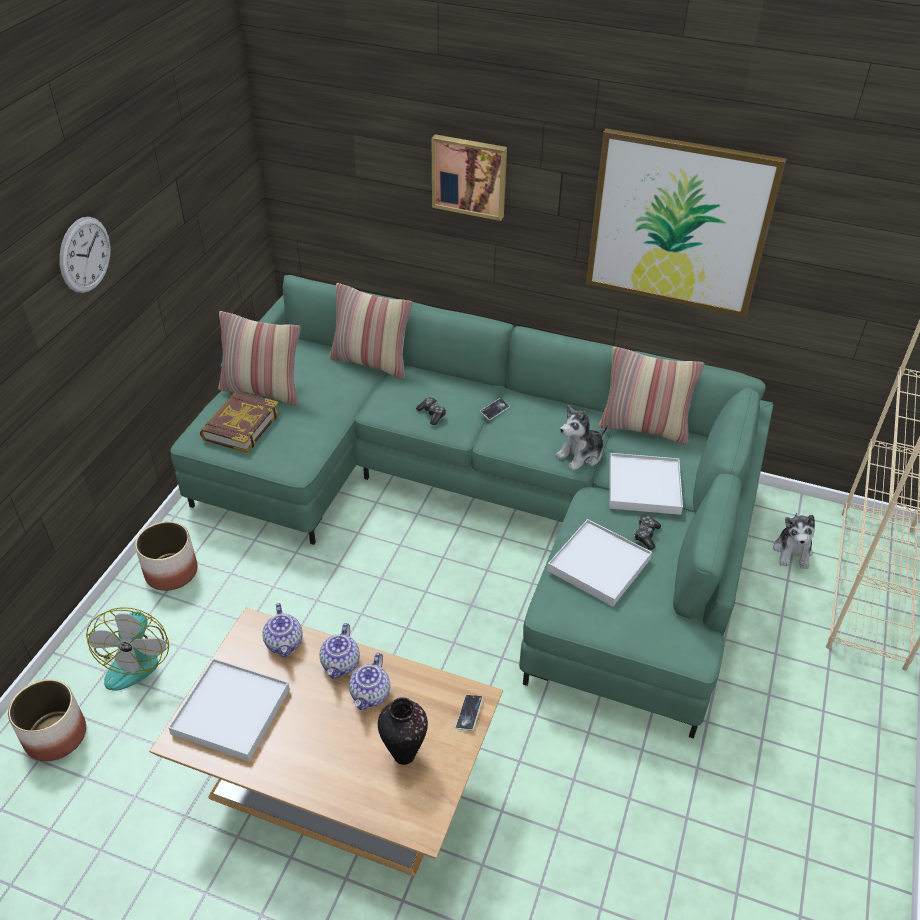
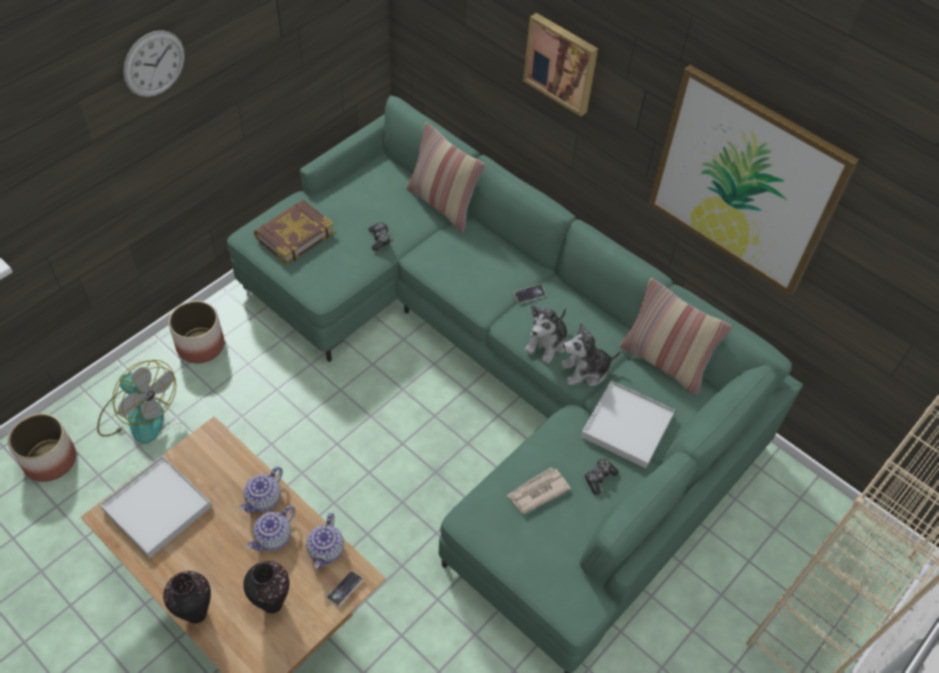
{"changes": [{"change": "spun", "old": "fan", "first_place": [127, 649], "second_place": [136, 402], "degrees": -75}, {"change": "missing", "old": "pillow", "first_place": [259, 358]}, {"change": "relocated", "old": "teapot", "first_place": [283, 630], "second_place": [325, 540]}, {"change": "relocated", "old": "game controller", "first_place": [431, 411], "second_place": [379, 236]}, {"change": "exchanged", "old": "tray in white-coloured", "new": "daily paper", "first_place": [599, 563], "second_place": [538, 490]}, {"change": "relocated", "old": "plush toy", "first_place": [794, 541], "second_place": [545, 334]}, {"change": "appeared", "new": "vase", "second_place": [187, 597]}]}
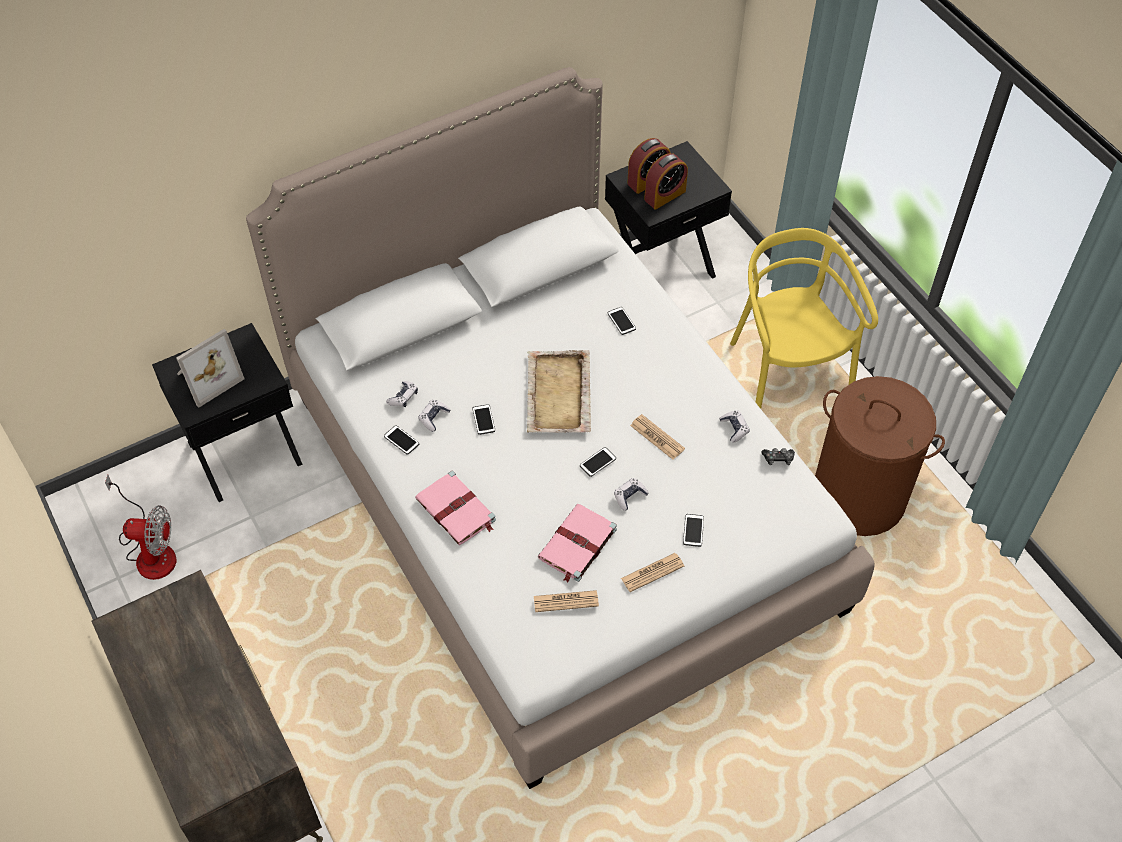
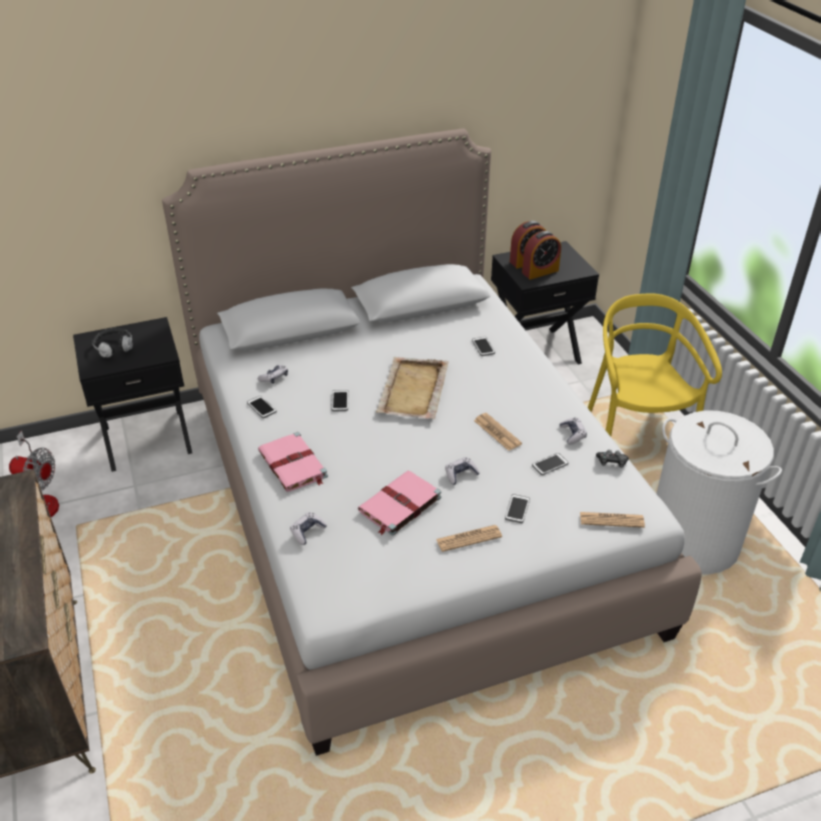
{"changes": [{"change": "exchanged", "old": "standing frame", "new": "pair of headphones", "first_place": [210, 368], "second_place": [112, 343]}, {"change": "relocated", "old": "game controller", "first_place": [434, 416], "second_place": [308, 528]}, {"change": "relocated", "old": "daily paper", "first_place": [566, 601], "second_place": [612, 520]}, {"change": "relocated", "old": "phone", "first_place": [598, 462], "second_place": [550, 464]}, {"change": "colour", "old": "laundry basket in brownish", "new": "laundry basket in white-coloured", "first_place": [880, 456], "second_place": [719, 492]}]}
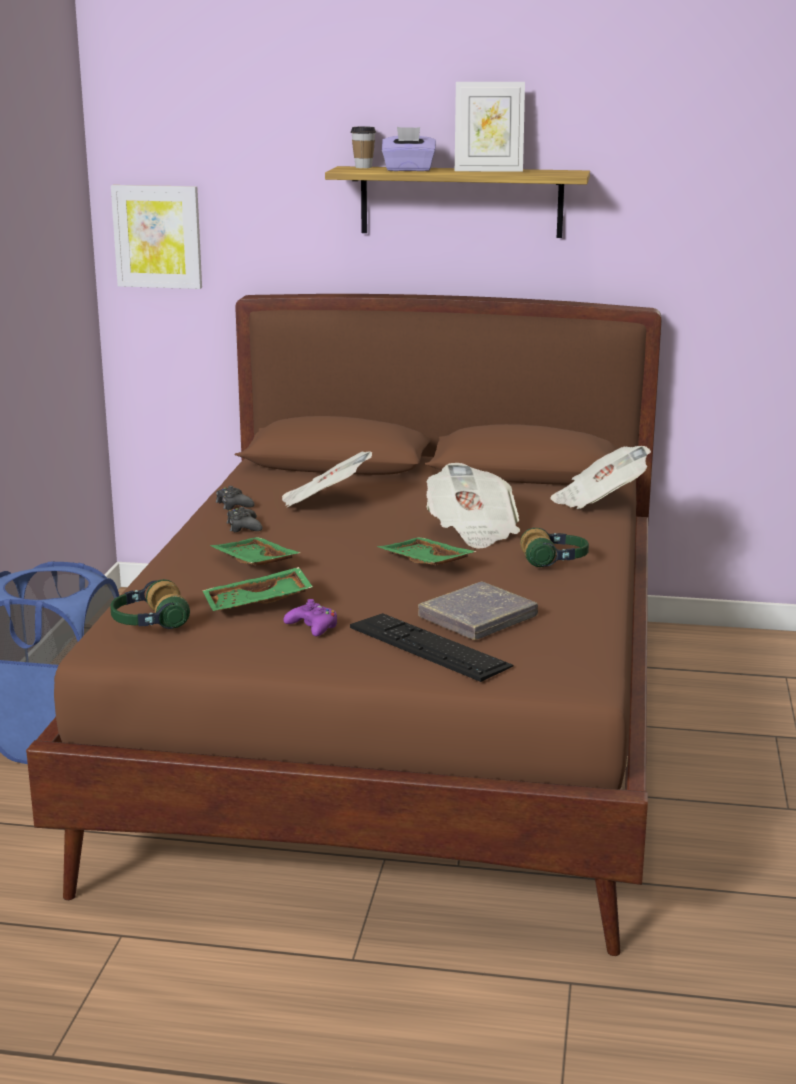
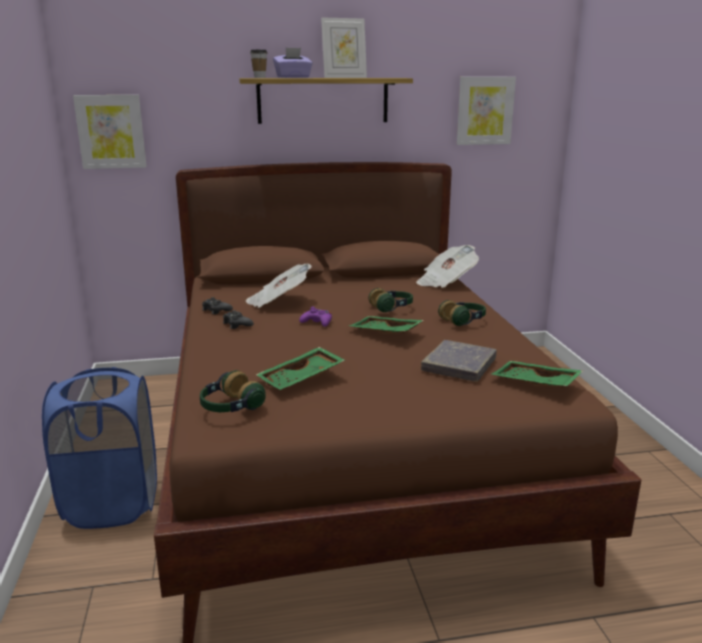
{"changes": [{"change": "relocated", "old": "tray in green", "first_place": [255, 551], "second_place": [537, 374]}, {"change": "relocated", "old": "game controller in purple-coloured", "first_place": [310, 617], "second_place": [315, 317]}, {"change": "missing", "old": "PC keyboard", "first_place": [431, 647]}, {"change": "exchanged", "old": "daily paper", "new": "pair of headphones", "first_place": [473, 506], "second_place": [391, 300]}, {"change": "appeared", "new": "wall art", "second_place": [486, 111]}]}
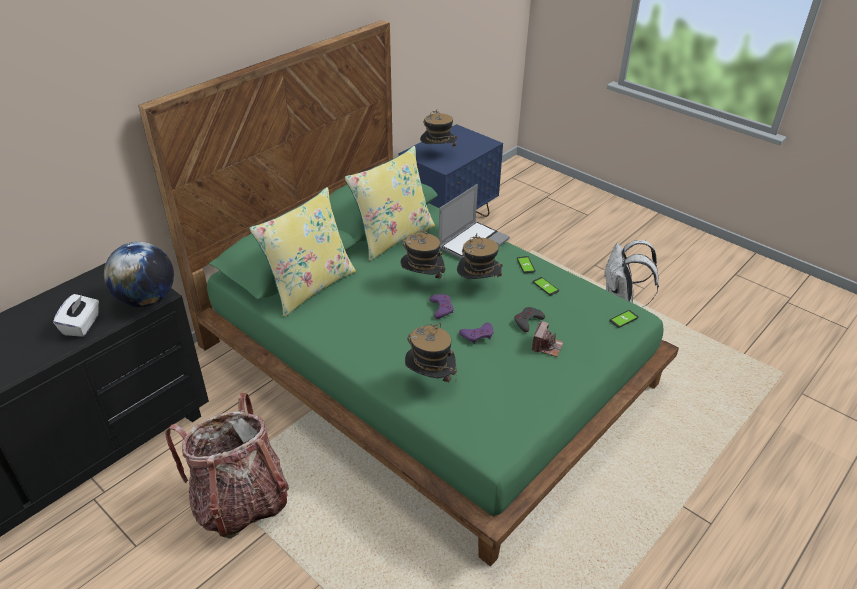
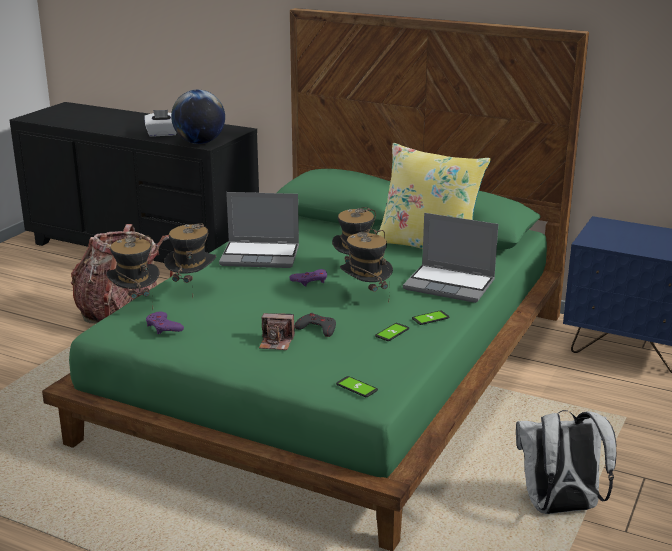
{"changes": [{"change": "missing", "old": "pillow in yellowish", "first_place": [302, 252]}, {"change": "relocated", "old": "hat", "first_place": [439, 128], "second_place": [133, 271]}, {"change": "relocated", "old": "game controller in purple-coloured", "first_place": [476, 333], "second_place": [165, 323]}, {"change": "appeared", "new": "portable computer", "second_place": [259, 230]}]}
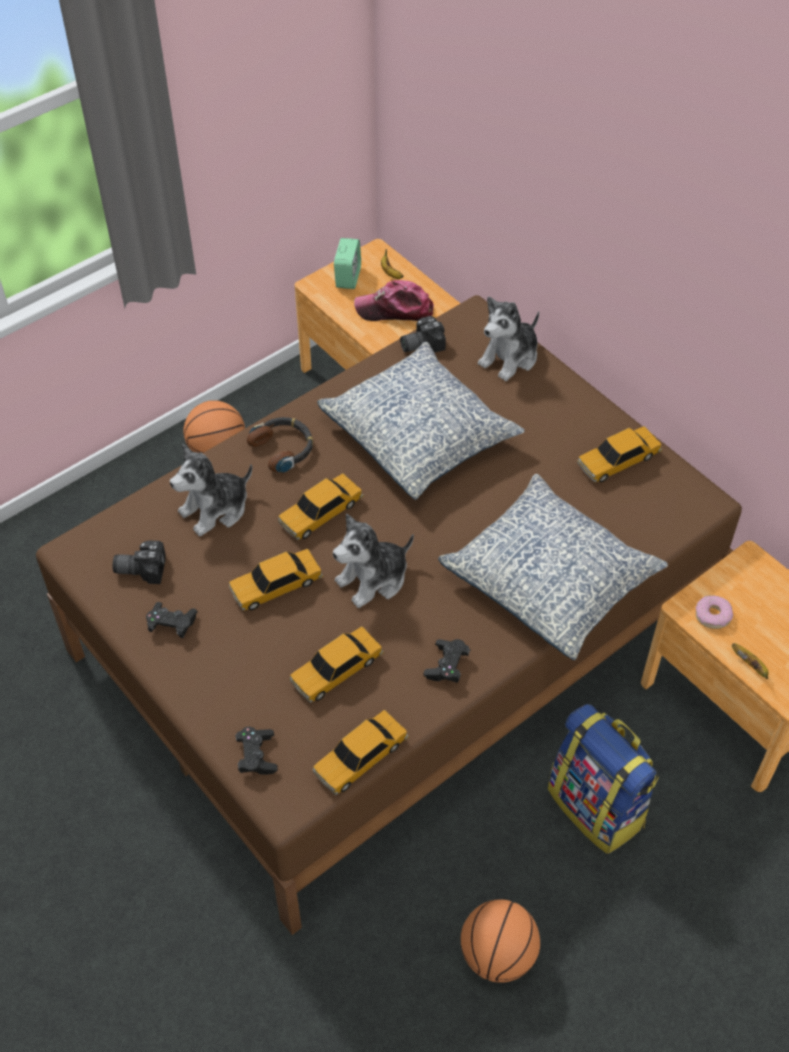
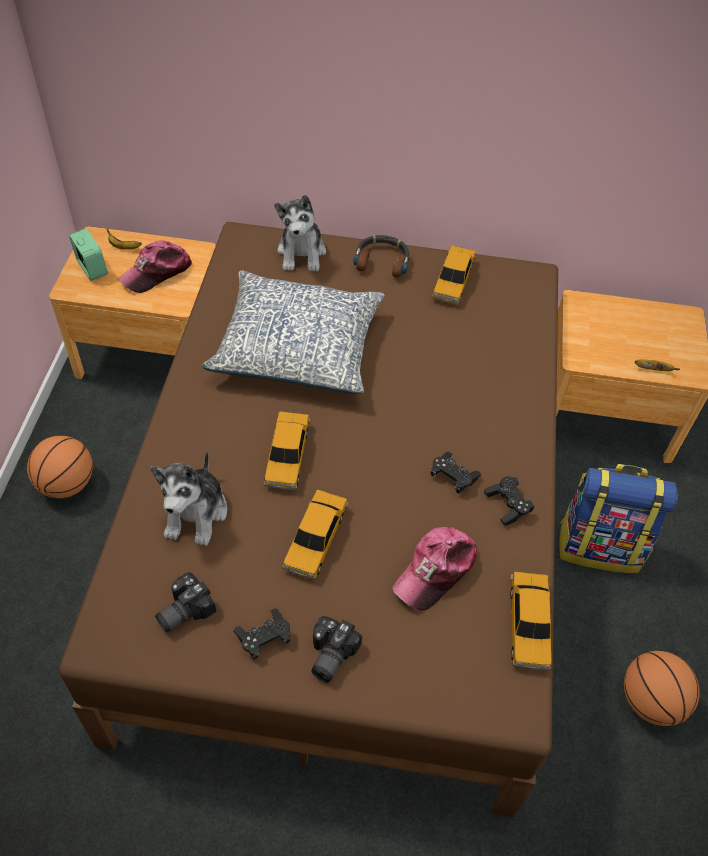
{"changes": [{"change": "relocated", "old": "game controller in blackish", "first_place": [256, 751], "second_place": [455, 473]}, {"change": "relocated", "old": "pair of headphones", "first_place": [280, 444], "second_place": [381, 256]}, {"change": "exchanged", "old": "model car", "new": "cap", "first_place": [337, 665], "second_place": [435, 568]}, {"change": "missing", "old": "plush toy", "first_place": [373, 561]}, {"change": "relocated", "old": "photo camera", "first_place": [423, 334], "second_place": [337, 649]}, {"change": "missing", "old": "pillow", "first_place": [553, 567]}, {"change": "missing", "old": "ring doughnut", "first_place": [714, 612]}]}
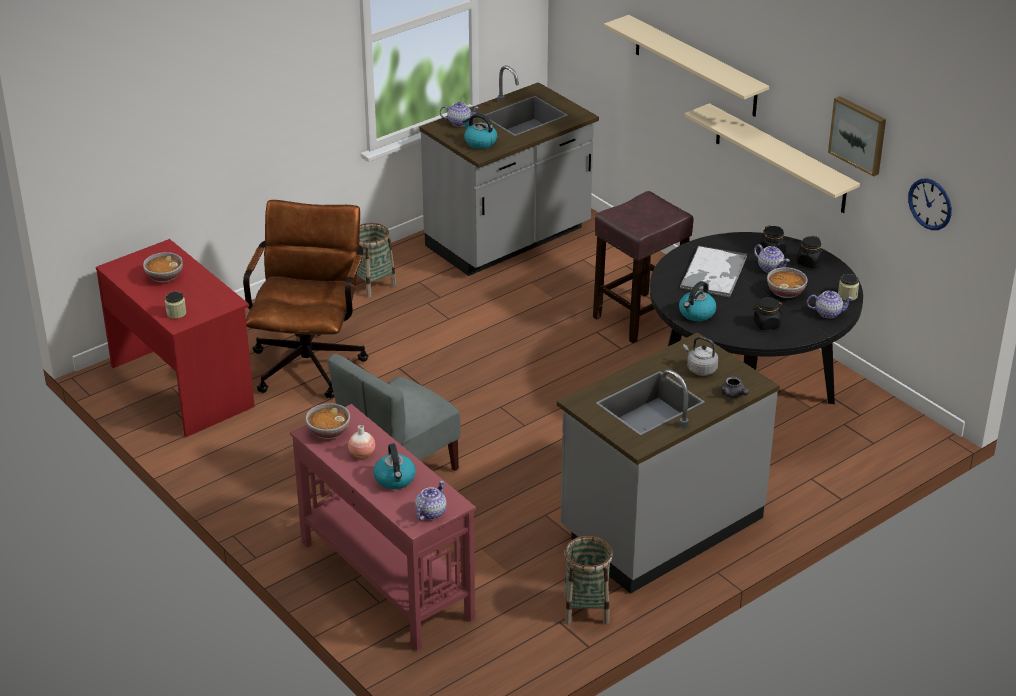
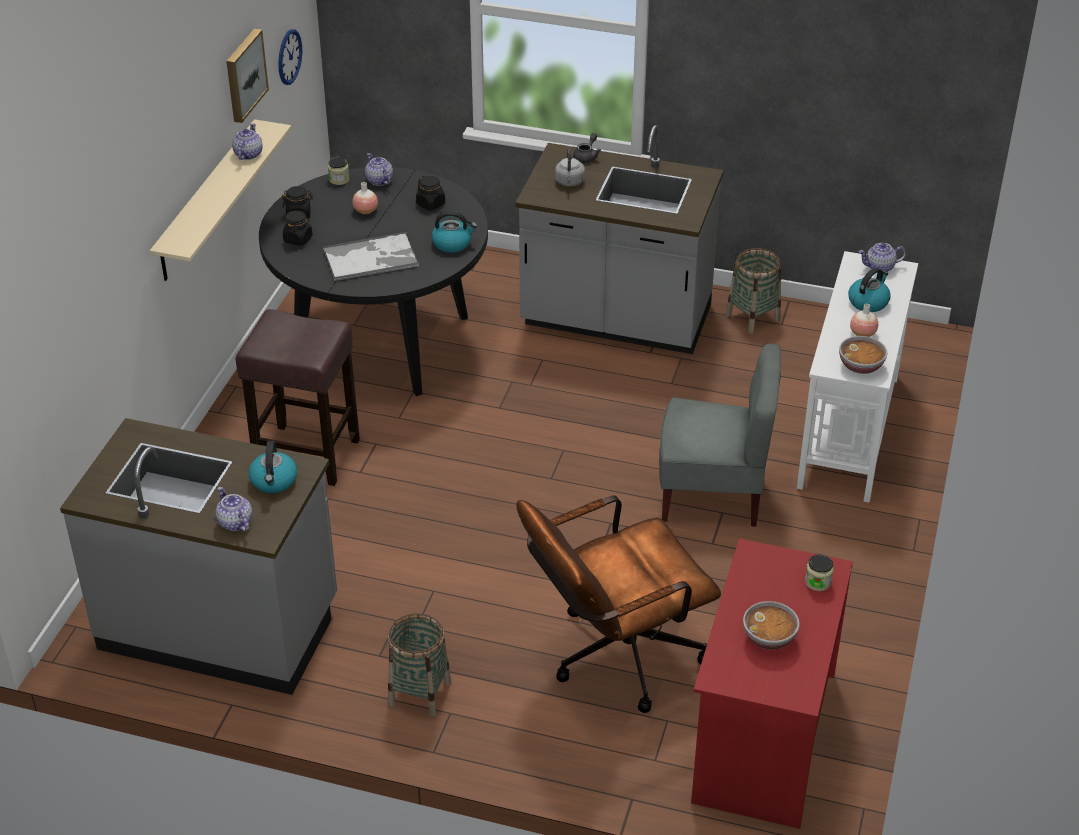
{"changes": [{"change": "colour", "old": "console table in red", "new": "console table in white-coloured", "first_place": [383, 527], "second_place": [857, 377]}, {"change": "missing", "old": "wall shelf in beige-coloured", "first_place": [686, 66]}, {"change": "relocated", "old": "teapot", "first_place": [772, 258], "second_place": [247, 141]}, {"change": "exchanged", "old": "deep dish", "new": "vase", "first_place": [787, 282], "second_place": [365, 198]}]}
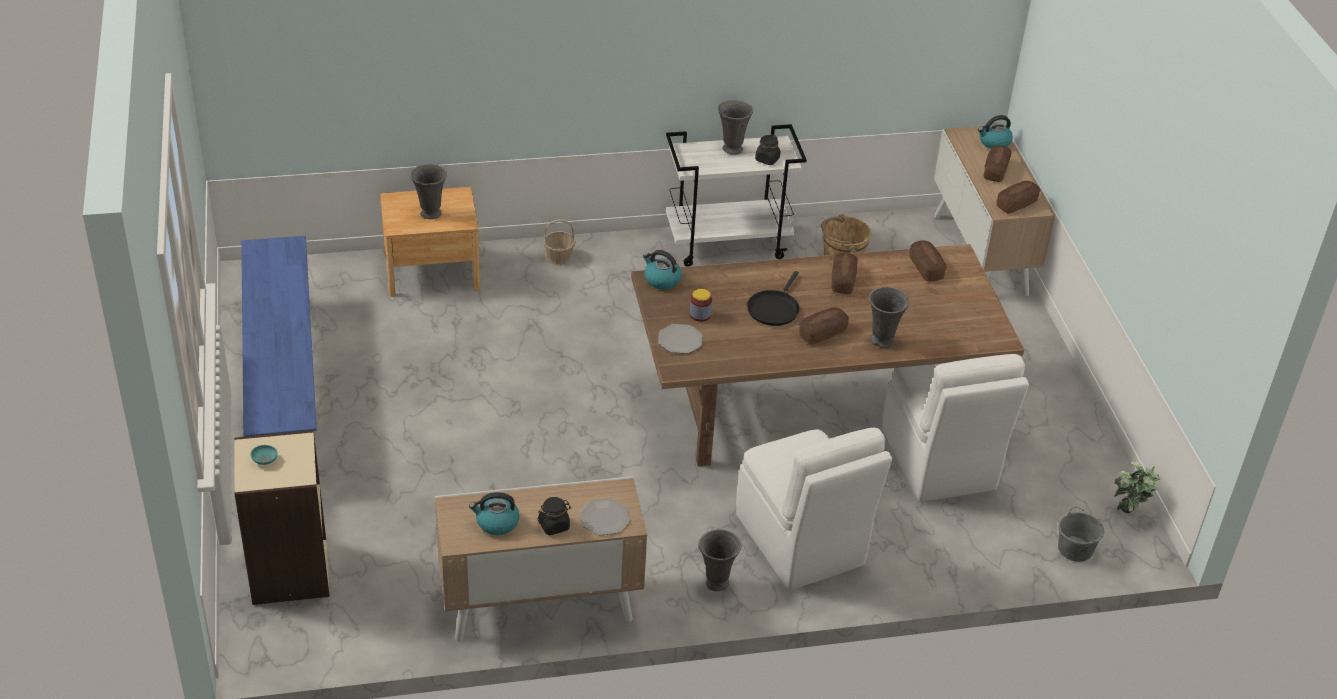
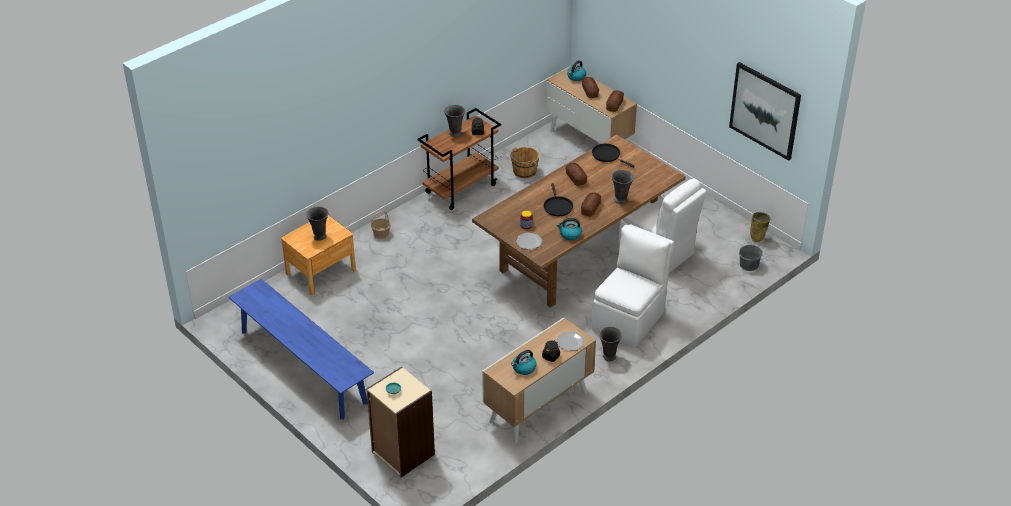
{"changes": [{"change": "relocated", "old": "kettle", "first_place": [662, 270], "second_place": [569, 229]}, {"change": "colour", "old": "trolley in white-coloured", "new": "trolley in brownish", "first_place": [736, 195], "second_place": [459, 159]}, {"change": "spun", "old": "upright chair in white-coloured", "first_place": [814, 509], "second_place": [633, 286], "degrees": -90}, {"change": "exchanged", "old": "baked bread", "new": "frying pan in blackish", "first_place": [927, 260], "second_place": [613, 156]}, {"change": "exchanged", "old": "potted plant", "new": "vase in beige-coloured", "first_place": [1137, 487], "second_place": [760, 227]}, {"change": "appeared", "new": "wall art", "second_place": [765, 111]}]}
